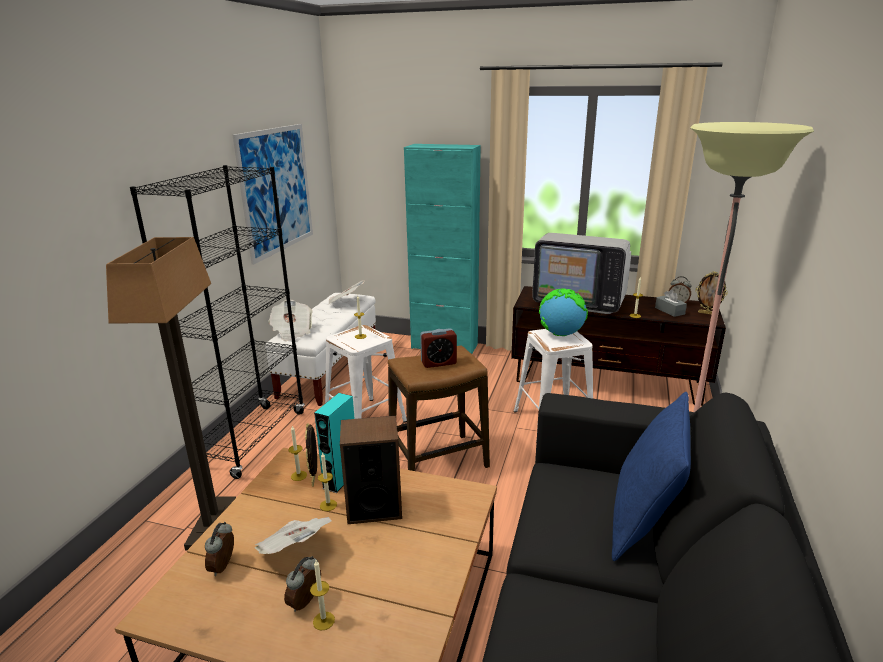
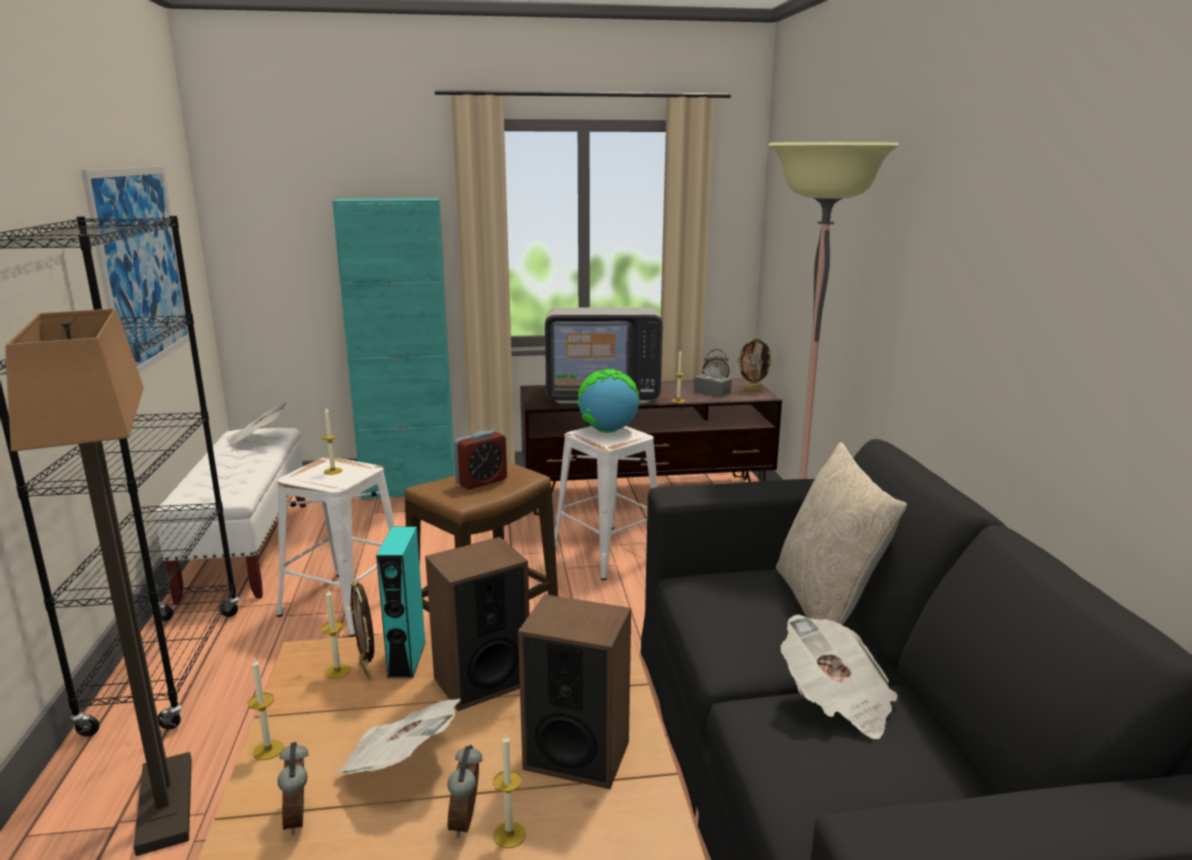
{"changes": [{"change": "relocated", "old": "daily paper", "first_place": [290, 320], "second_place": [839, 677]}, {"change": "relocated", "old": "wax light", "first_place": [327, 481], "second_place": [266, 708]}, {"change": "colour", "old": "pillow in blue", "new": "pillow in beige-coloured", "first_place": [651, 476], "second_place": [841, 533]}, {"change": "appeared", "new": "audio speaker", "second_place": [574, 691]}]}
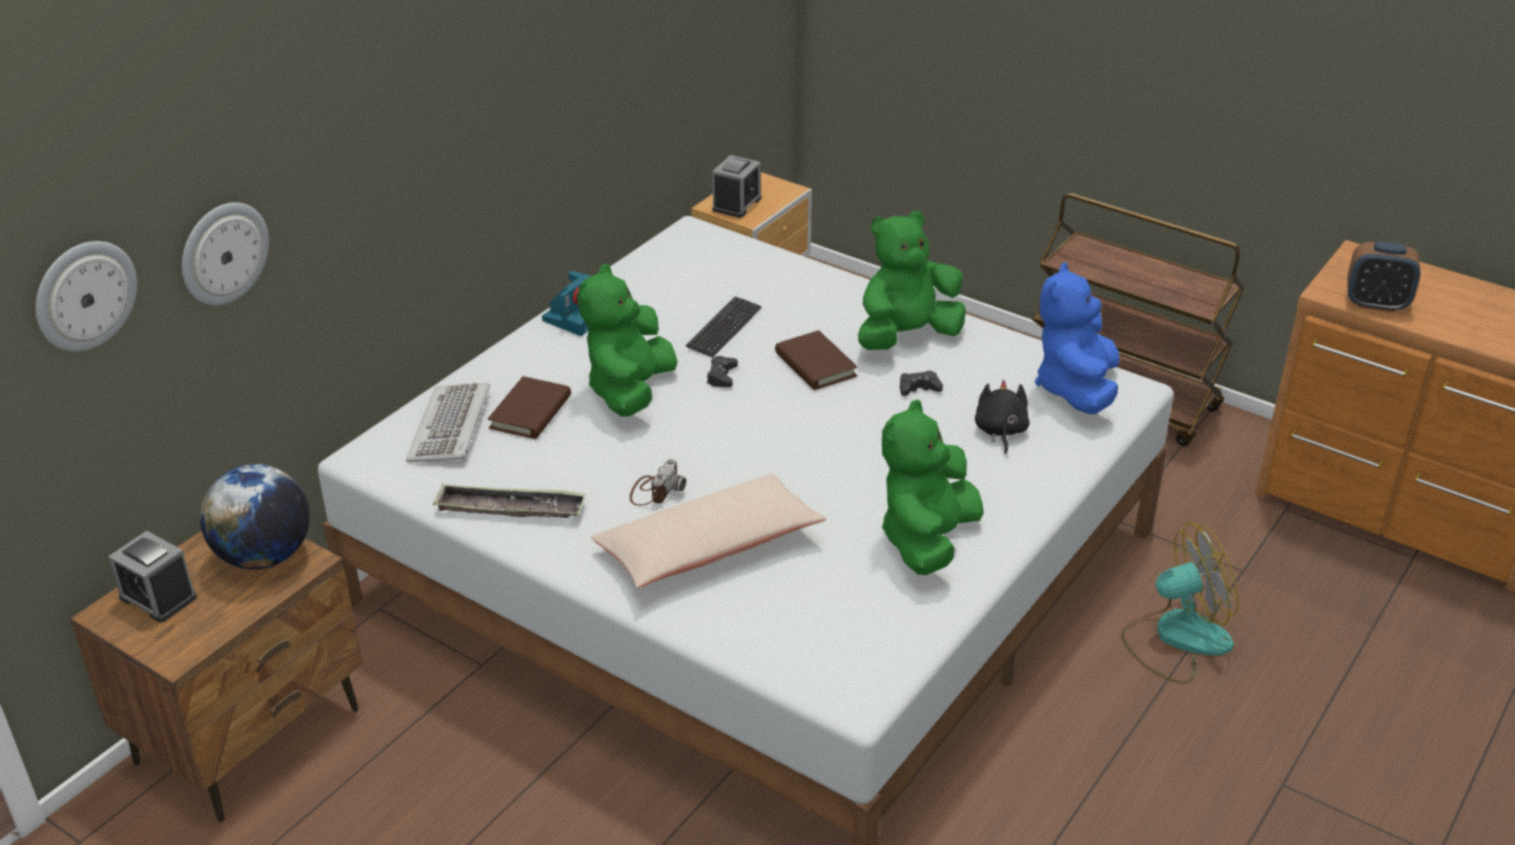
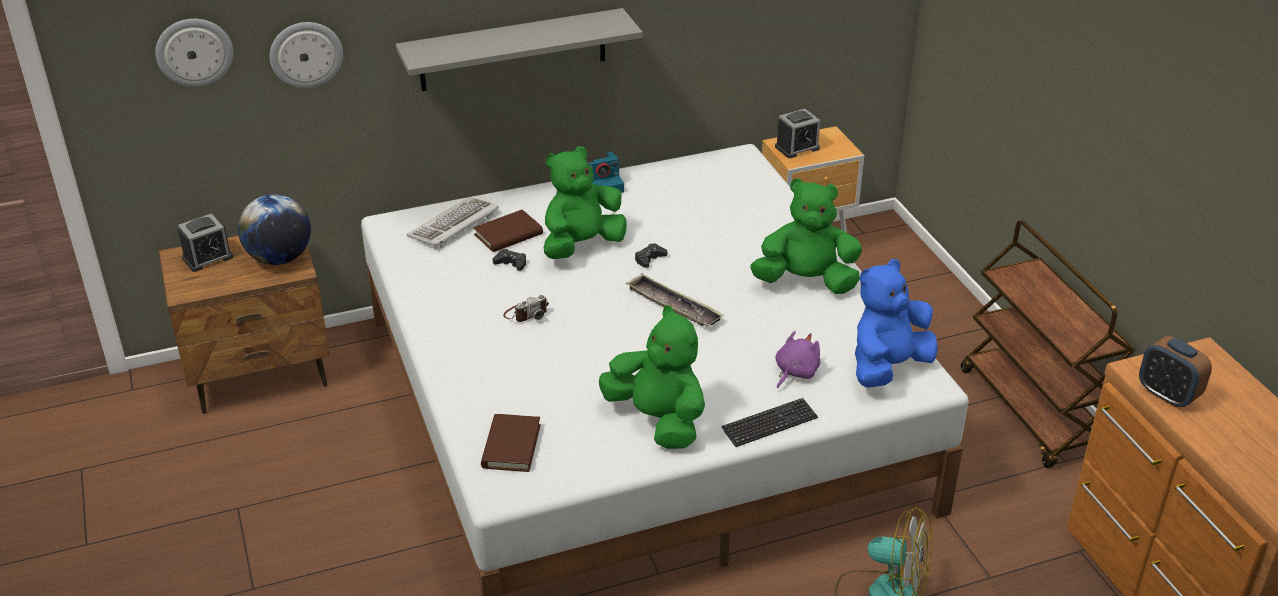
{"changes": [{"change": "spun", "old": "alarm clock", "first_place": [152, 576], "second_place": [205, 242], "degrees": -105}, {"change": "relocated", "old": "tray", "first_place": [509, 500], "second_place": [674, 300]}, {"change": "missing", "old": "pillow in beige-coloured", "first_place": [708, 531]}, {"change": "relocated", "old": "PC keyboard", "first_place": [723, 327], "second_place": [769, 422]}, {"change": "relocated", "old": "bound book in brownish", "first_place": [816, 360], "second_place": [511, 443]}, {"change": "spun", "old": "plush toy in green", "first_place": [933, 487], "second_place": [652, 377], "degrees": 75}, {"change": "relocated", "old": "game controller in blackish", "first_place": [921, 383], "second_place": [509, 260]}, {"change": "colour", "old": "plush toy in blackish", "new": "plush toy in purple-coloured", "first_place": [1002, 417], "second_place": [798, 359]}, {"change": "appeared", "new": "wall shelf in gray", "second_place": [519, 49]}]}
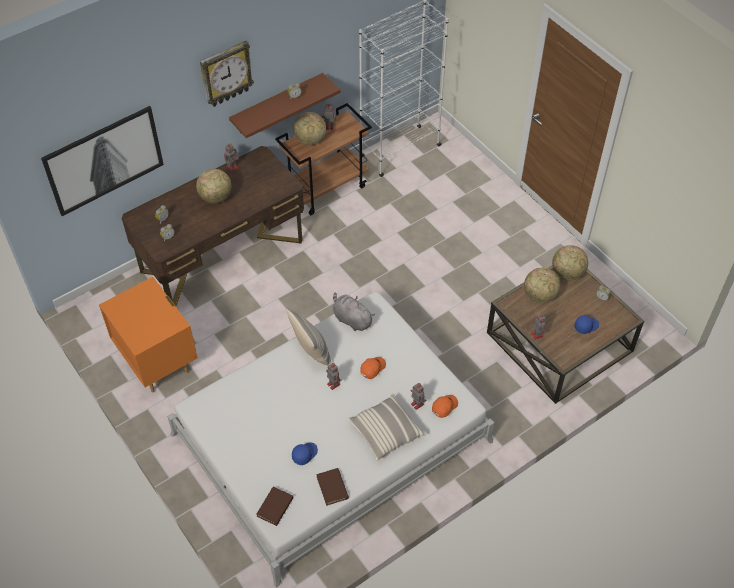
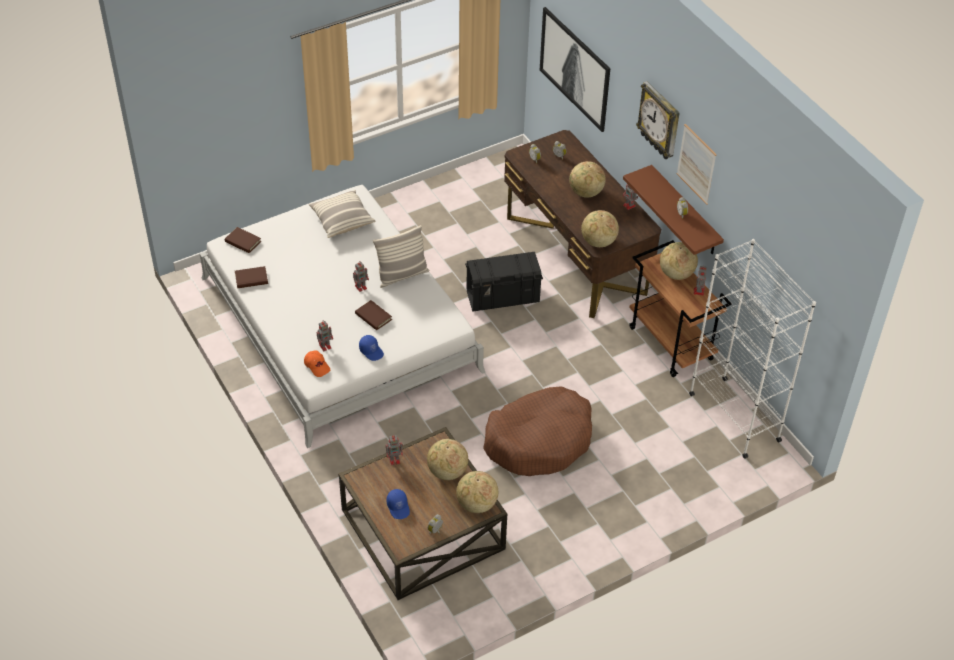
{"changes": [{"change": "missing", "old": "nightstand in orange-coloured", "first_place": [148, 335]}, {"change": "relocated", "old": "cap in blue", "first_place": [305, 454], "second_place": [371, 348]}, {"change": "missing", "old": "plush toy in gray", "first_place": [354, 311]}, {"change": "relocated", "old": "pillow", "first_place": [386, 427], "second_place": [342, 214]}, {"change": "exchanged", "old": "cap in orange-coloured", "new": "bound book in brownish", "first_place": [373, 368], "second_place": [373, 315]}, {"change": "appeared", "new": "storage container in blackish", "second_place": [504, 282]}, {"change": "appeared", "new": "pet bed in brownish", "second_place": [537, 431]}, {"change": "appeared", "new": "world globe", "second_place": [600, 228]}, {"change": "appeared", "new": "wall art", "second_place": [696, 164]}]}
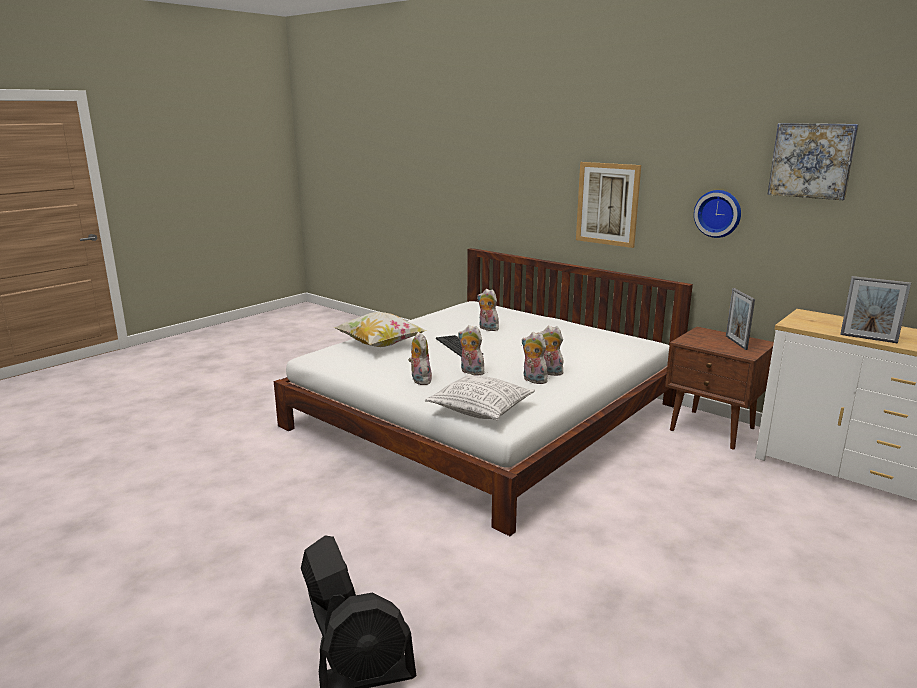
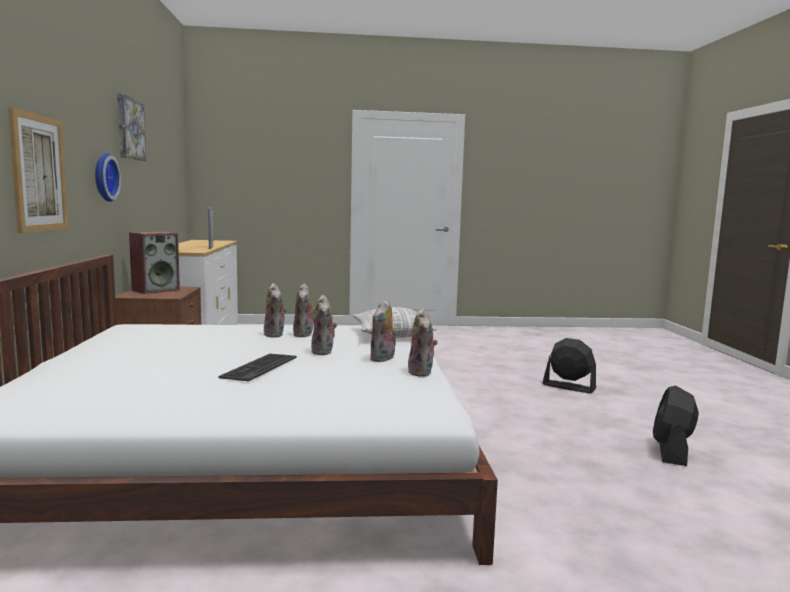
{"changes": [{"change": "relocated", "old": "fan in blackish", "first_place": [328, 587], "second_place": [676, 425]}, {"change": "missing", "old": "pillow", "first_place": [380, 329]}, {"change": "relocated", "old": "plush toy", "first_place": [488, 310], "second_place": [423, 342]}, {"change": "exchanged", "old": "standing frame", "new": "audio speaker", "first_place": [740, 319], "second_place": [154, 263]}]}
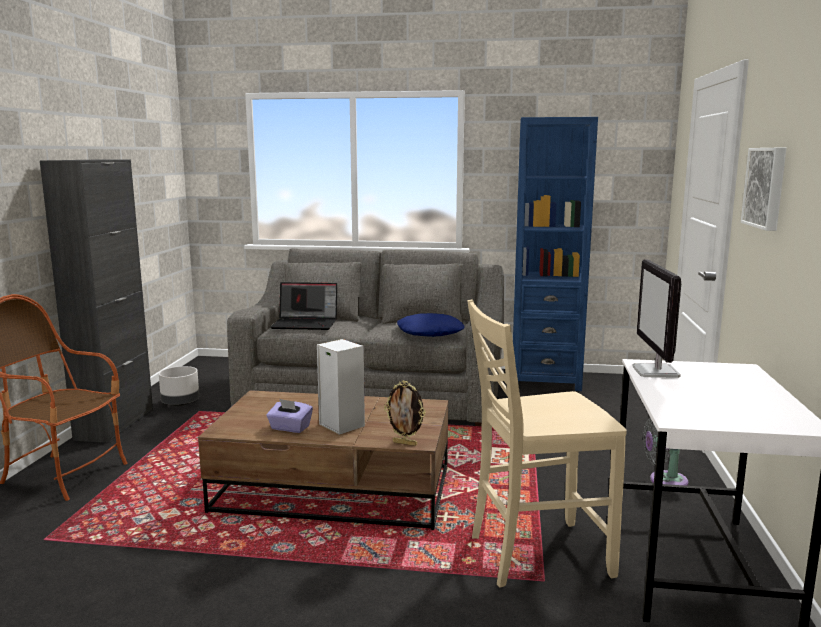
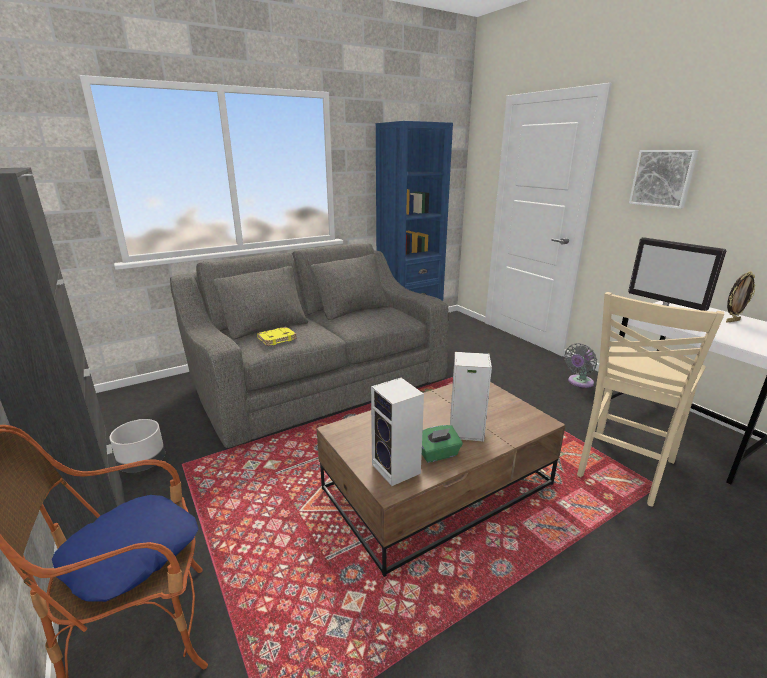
{"changes": [{"change": "colour", "old": "box of tissues in purple-coloured", "new": "box of tissues in green", "first_place": [289, 416], "second_place": [442, 444]}, {"change": "exchanged", "old": "portable computer", "new": "bound book in yellowish", "first_place": [304, 306], "second_place": [277, 336]}, {"change": "relocated", "old": "standing frame", "first_place": [405, 413], "second_place": [740, 297]}, {"change": "relocated", "old": "pillow in blue", "first_place": [431, 325], "second_place": [125, 548]}, {"change": "appeared", "new": "audio speaker", "second_place": [397, 432]}]}
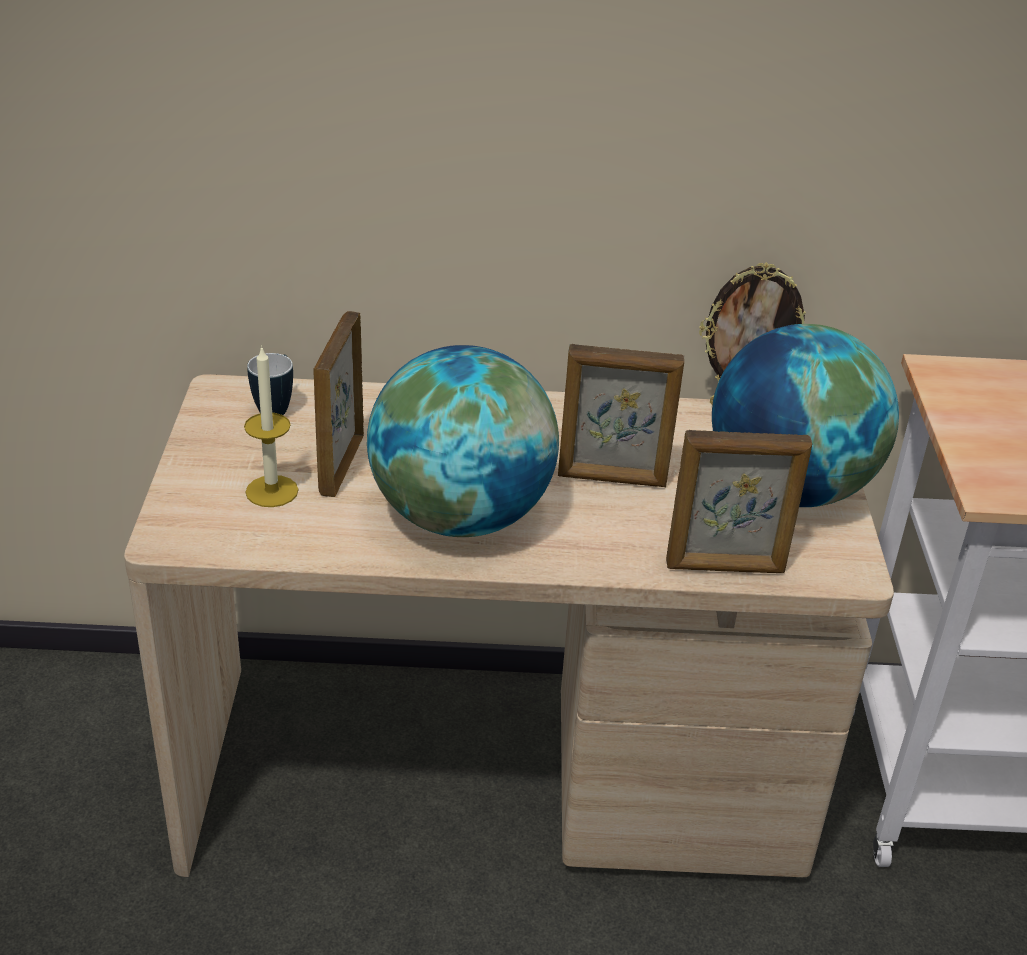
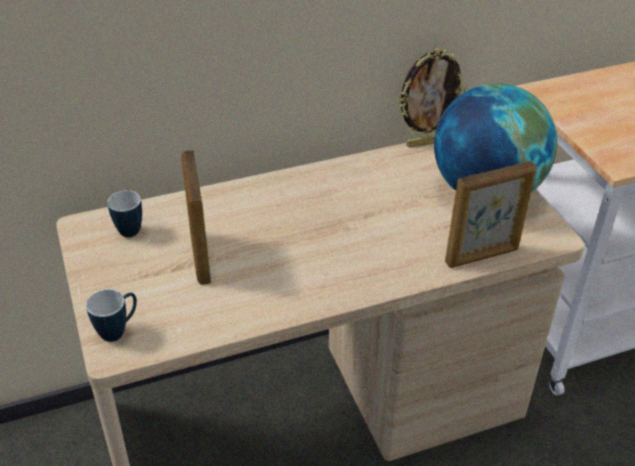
{"changes": [{"change": "missing", "old": "wax light", "first_place": [271, 426]}, {"change": "missing", "old": "world globe", "first_place": [463, 441]}, {"change": "missing", "old": "standing frame", "first_place": [621, 415]}, {"change": "appeared", "new": "mug", "second_place": [111, 315]}]}
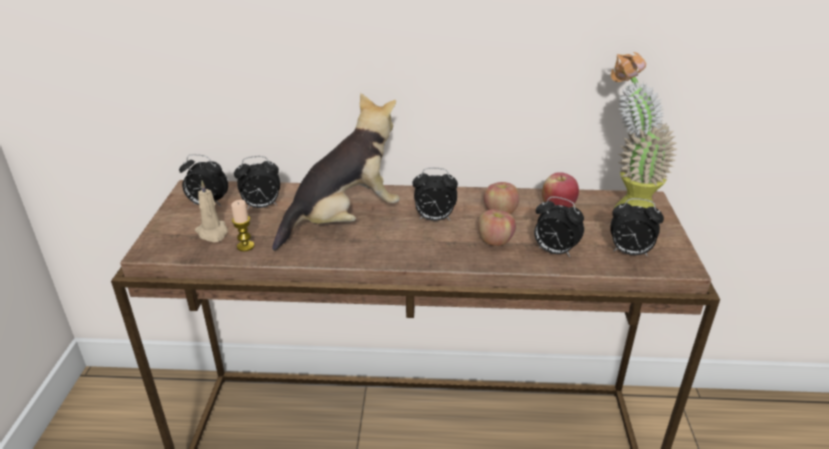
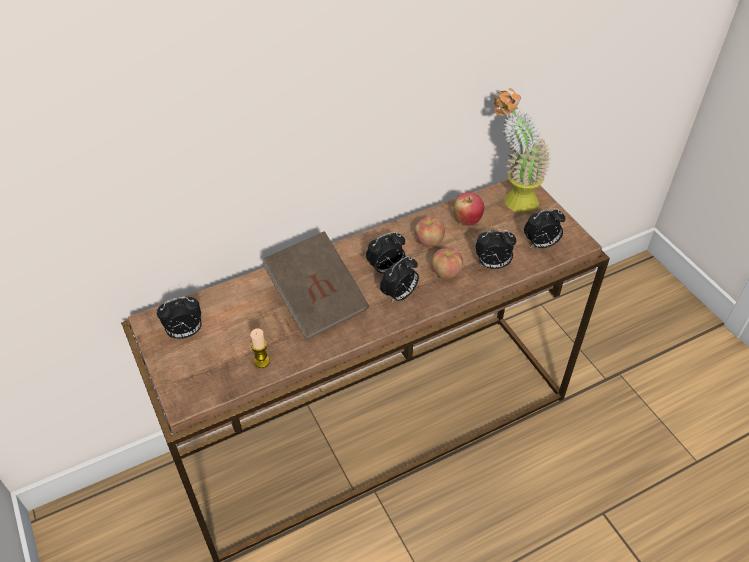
{"changes": [{"change": "missing", "old": "wax light in beige-coloured", "first_place": [211, 211]}, {"change": "relocated", "old": "alarm clock", "first_place": [257, 182], "second_place": [399, 280]}, {"change": "exchanged", "old": "plush toy", "new": "bound book in brownish", "first_place": [336, 172], "second_place": [315, 285]}]}
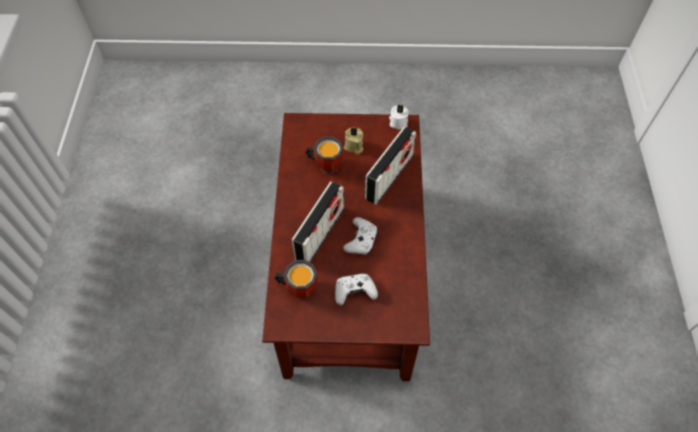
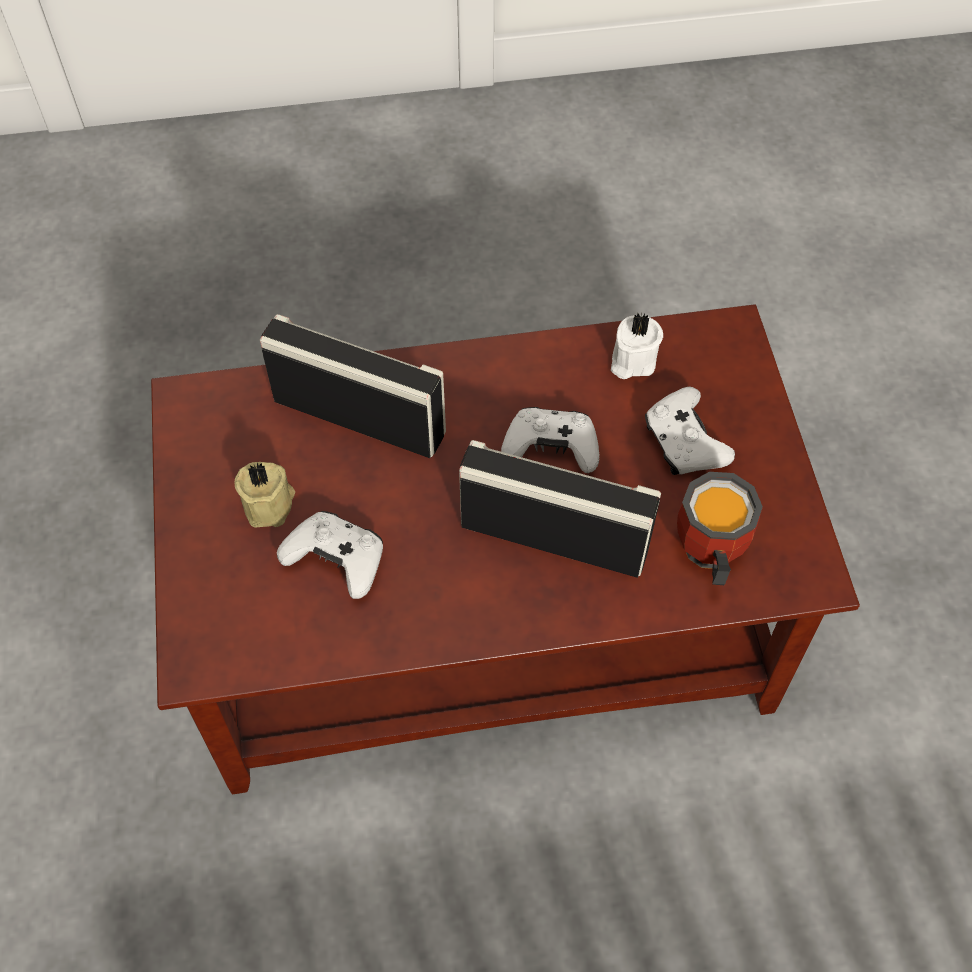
{"changes": [{"change": "exchanged", "old": "mug", "new": "game controller in white-coloured", "first_place": [324, 155], "second_place": [330, 555]}, {"change": "relocated", "old": "wax light in white-coloured", "first_place": [398, 116], "second_place": [637, 346]}]}
